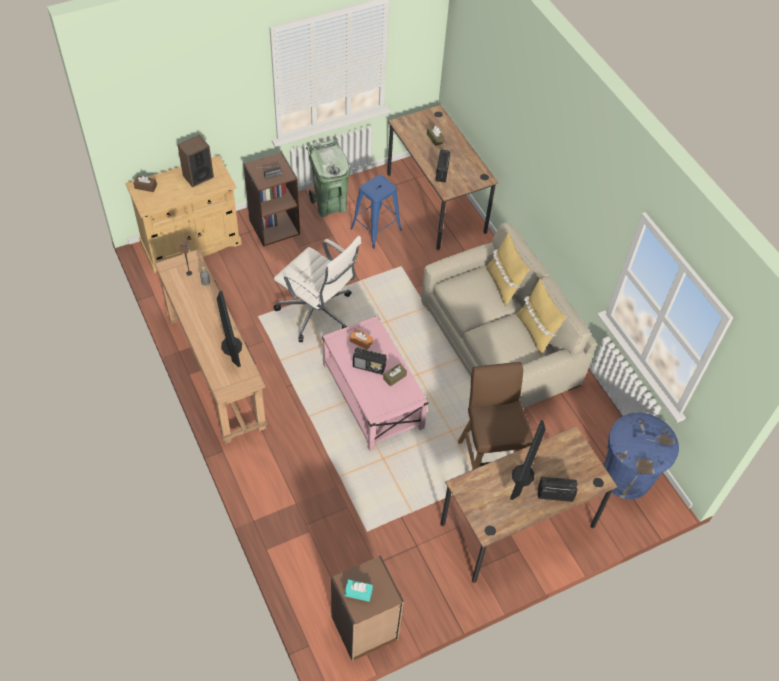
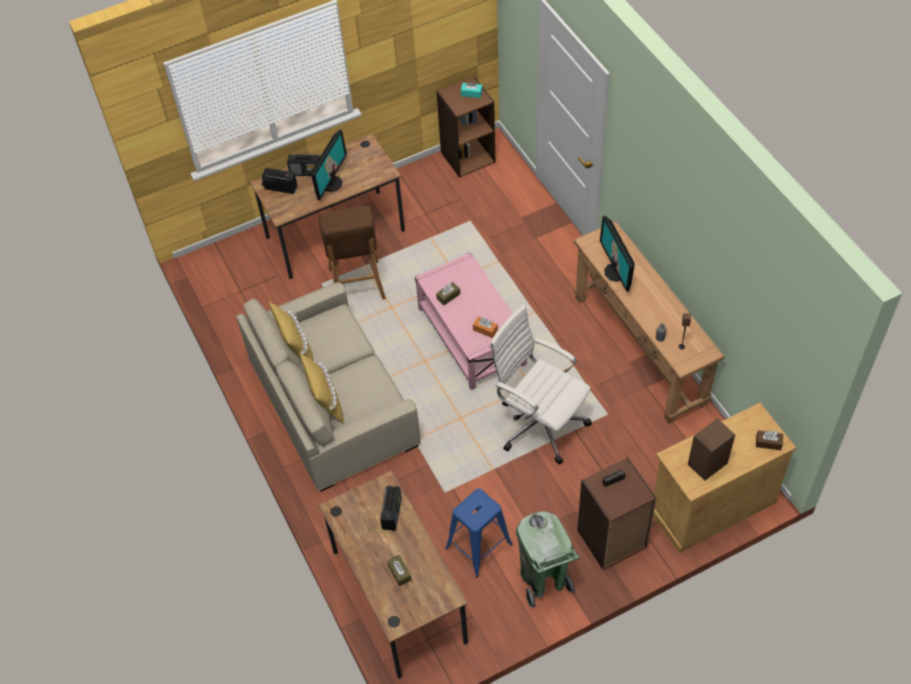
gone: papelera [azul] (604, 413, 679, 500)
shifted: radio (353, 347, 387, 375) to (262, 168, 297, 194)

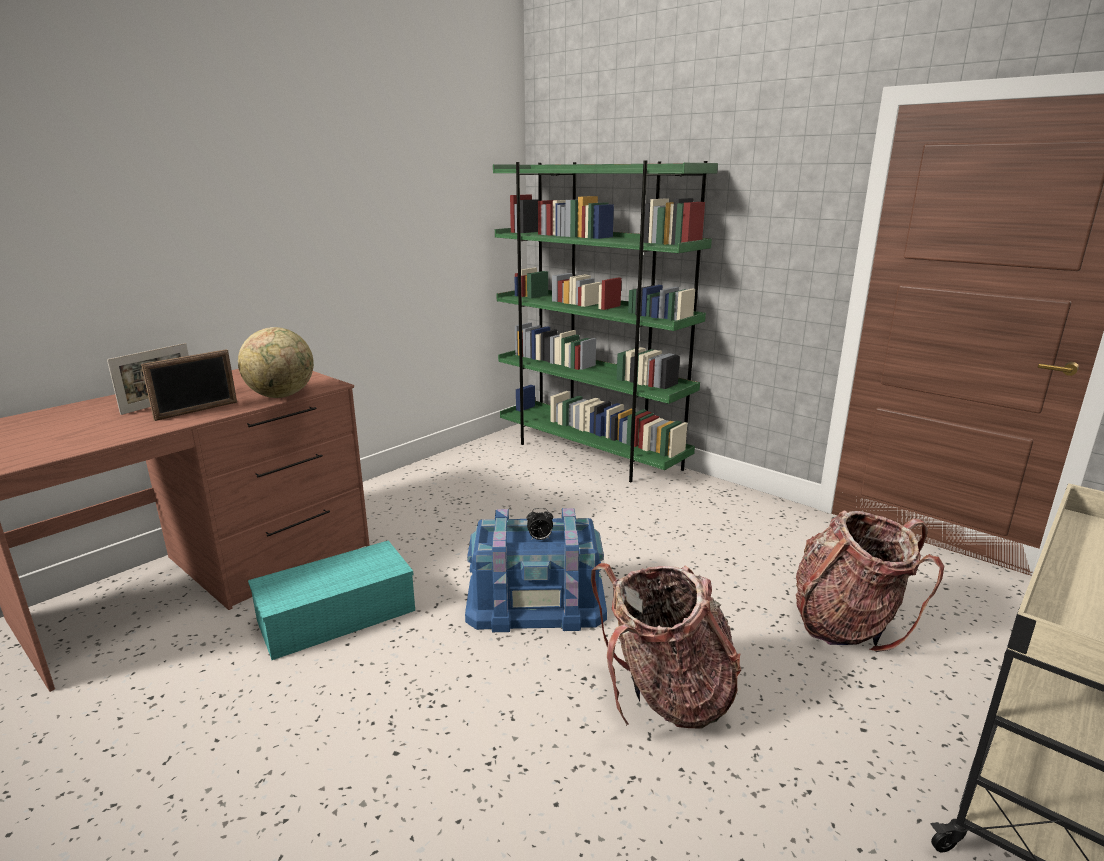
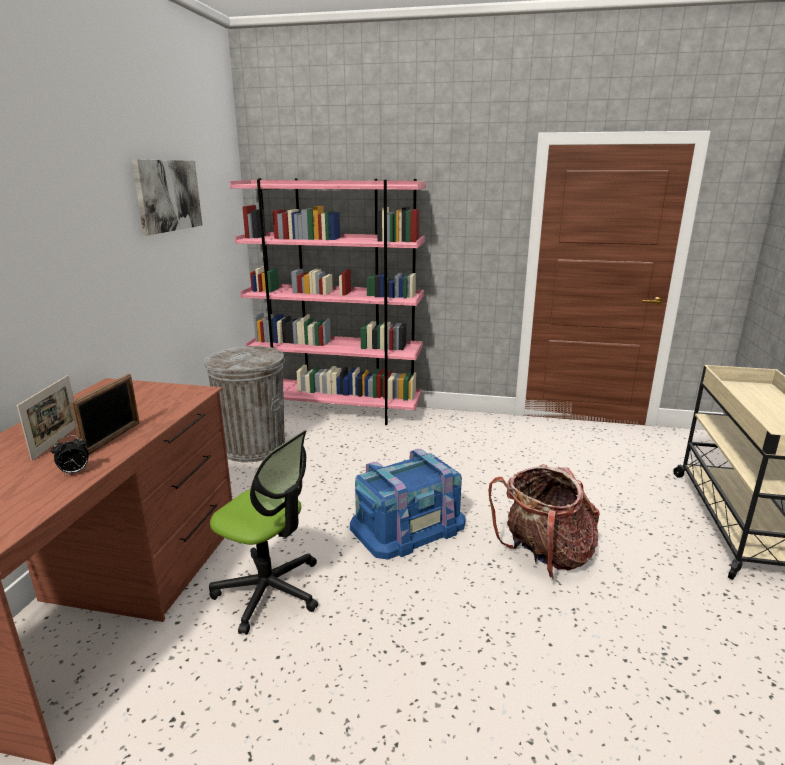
gone: globo terráqueo (238, 327, 314, 398); mochila (796, 510, 944, 652)
new: cuadro (132, 159, 202, 235); papelera [gris] (204, 346, 285, 462)
shifted: despertador (527, 508, 553, 540) to (51, 435, 89, 475)
swapped: caja de almacenaje [turquesa] (248, 540, 415, 660) to silla de oficina (209, 430, 318, 635)
repainted: estantería [verde] (493, 160, 718, 482) to estantería [rosa] (230, 178, 426, 425)

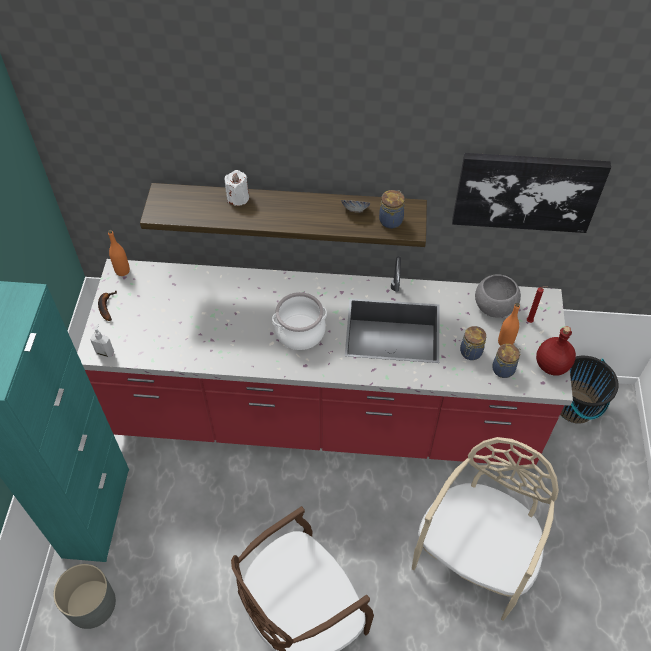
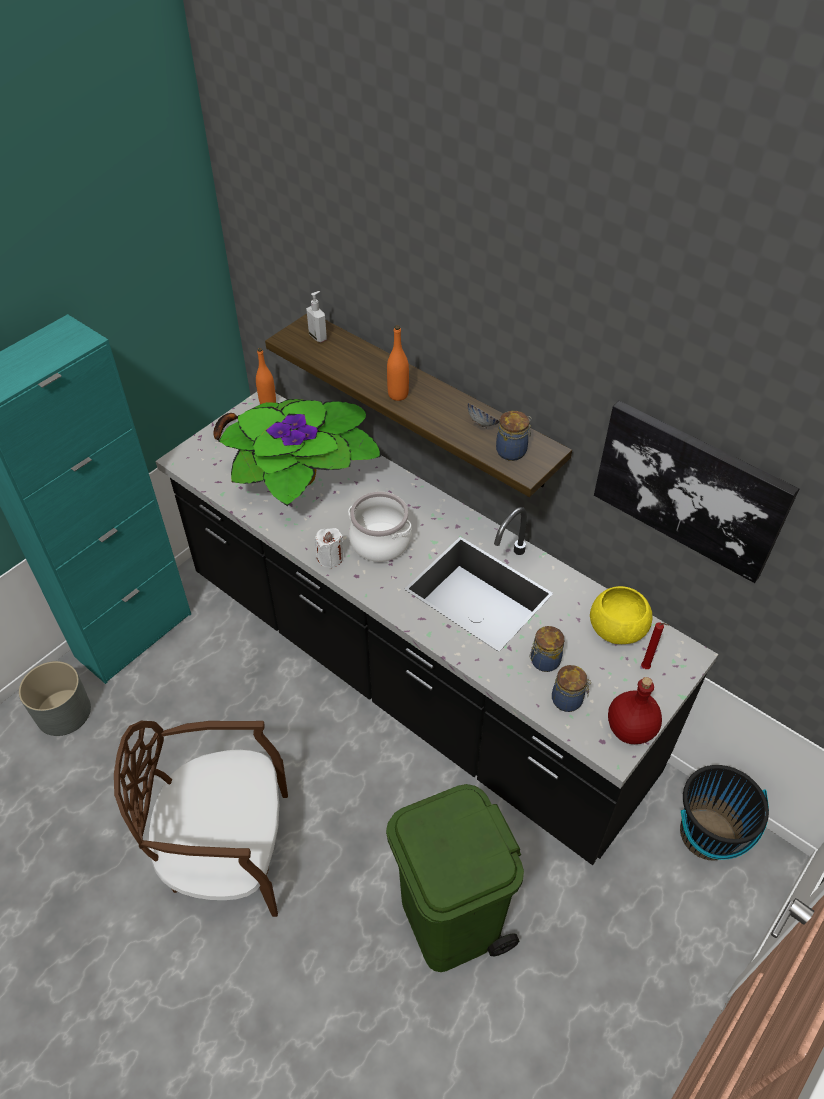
new: planta en maceta (218, 399, 381, 506)
shifted: dispensador de jabón (90, 324, 114, 357) to (306, 291, 327, 342); vela [blanco] (225, 170, 249, 206) to (315, 528, 343, 568); botella [naranja] (498, 303, 520, 346) to (387, 325, 409, 401)
swapped: silla [beis] (412, 437, 559, 621) to papelera [verde] (386, 784, 524, 972)
repainted: mueble bajo de cocina [rojo] (77, 256, 573, 465) to mueble bajo de cocina [negro] (155, 392, 718, 865); cuenco [gris] (475, 274, 521, 318) to cuenco [amarillo] (590, 586, 653, 644)

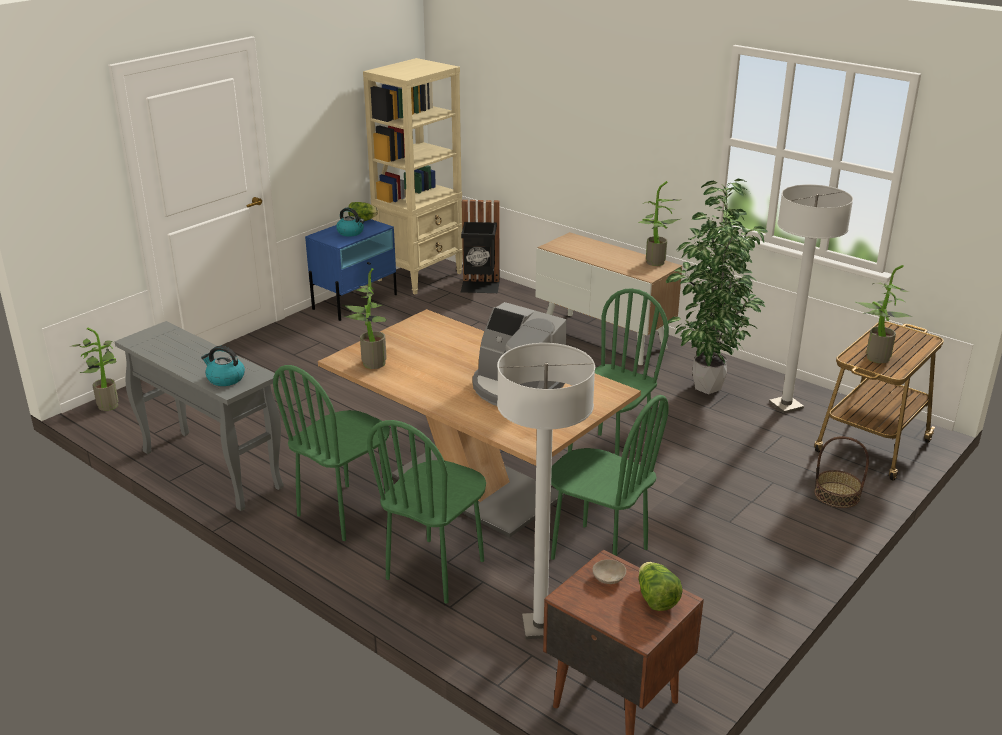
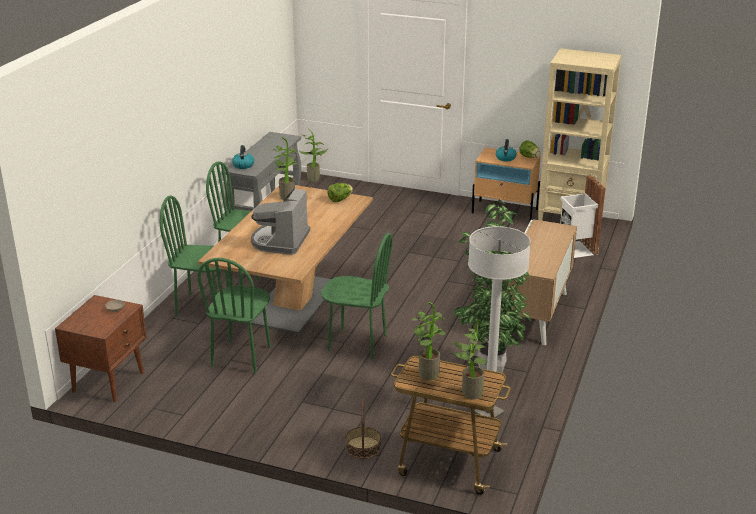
gone: lámpara de pie [blanco] (497, 343, 595, 639)
shifted: planta en maceta (639, 181, 682, 266) to (450, 319, 487, 399); lechuga (639, 562, 683, 611) to (327, 183, 353, 202)
repainted: mesita de noche [azul] (305, 219, 397, 321) to mesita de noche [beis] (472, 147, 541, 221); papelera [negro] (461, 200, 500, 293) to papelera [blanco] (560, 175, 605, 258)

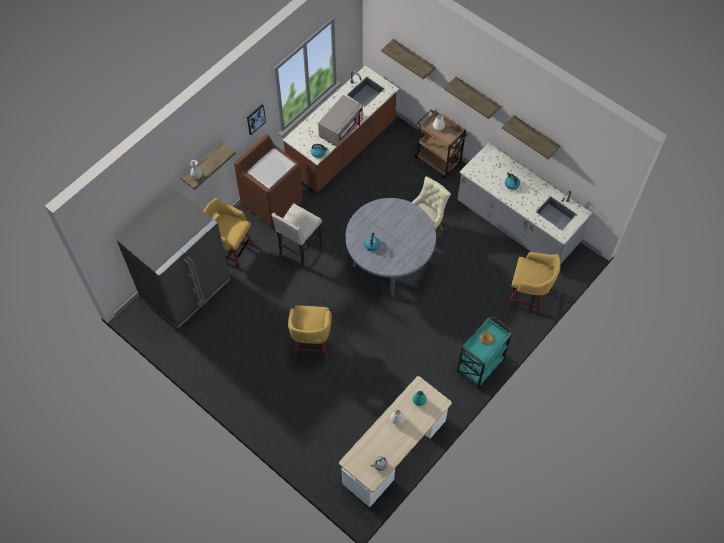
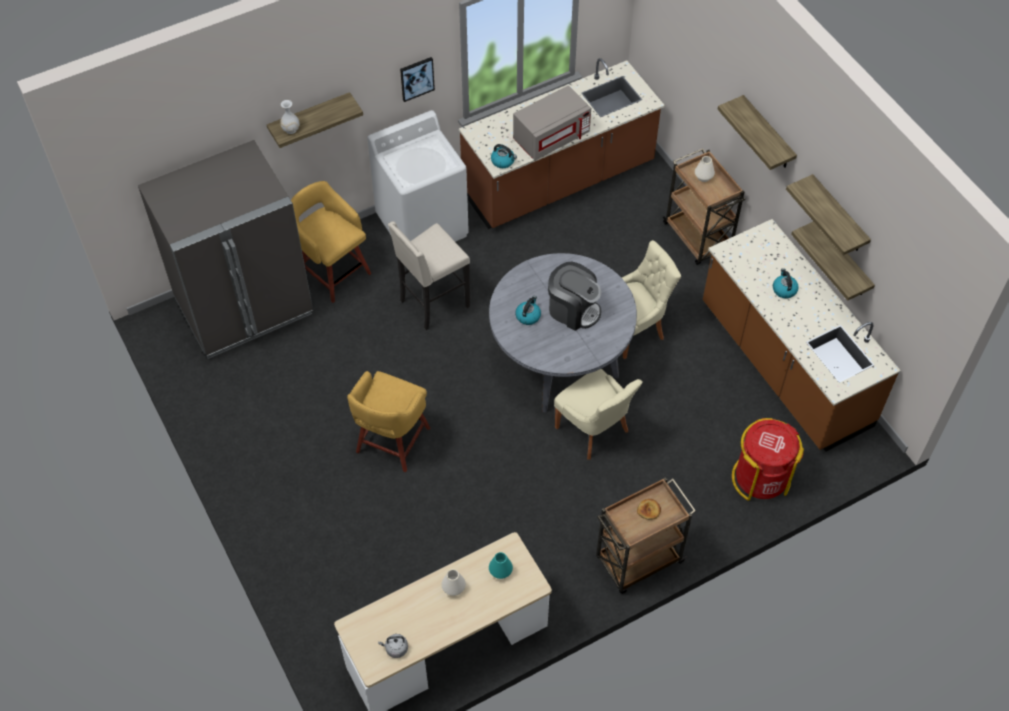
new: cafetera (548, 262, 601, 331); silla [beis] (554, 369, 643, 460)
shifted: estante (381, 39, 435, 80) to (791, 221, 875, 301)
swapped: taburete [amarillo] (507, 252, 561, 314) to papelera [rojo] (732, 418, 804, 501)
repainted: lavadora [marrón] (234, 134, 303, 228) to lavadora [blanco] (367, 110, 469, 242); carrito [turquesa] (457, 316, 513, 389) to carrito [marrón] (596, 477, 696, 594); mueble bajo de cocina [gris] (458, 143, 592, 267) to mueble bajo de cocina [marrón] (703, 219, 901, 452)

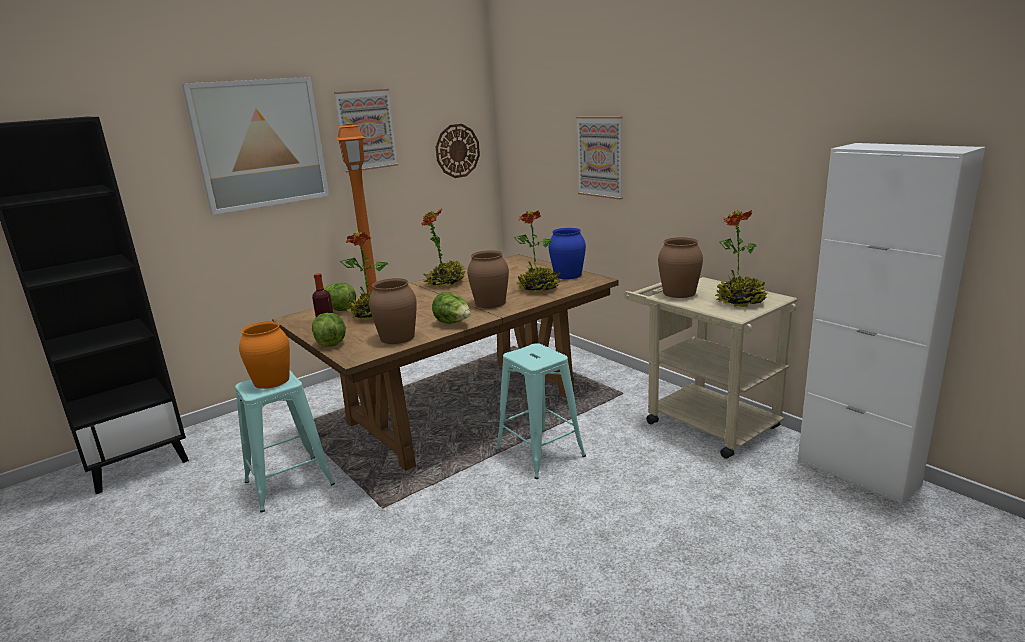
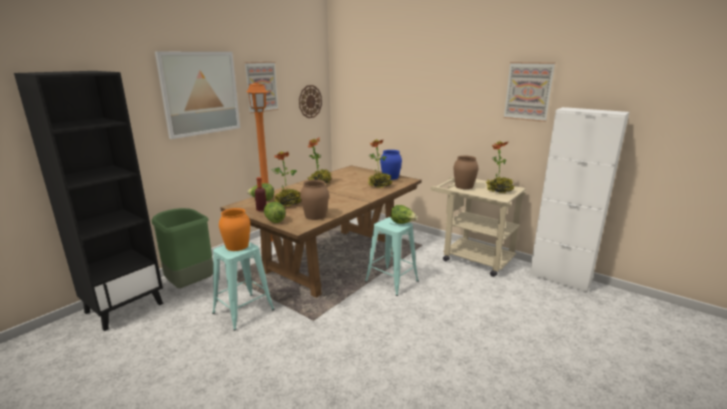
gone: florero [marrón] (467, 250, 509, 308)
new: papelera [verde] (151, 208, 213, 288)
shifted: lechuga (432, 292, 471, 324) to (391, 205, 417, 224); cuadro (576, 116, 623, 200) to (504, 62, 555, 122)

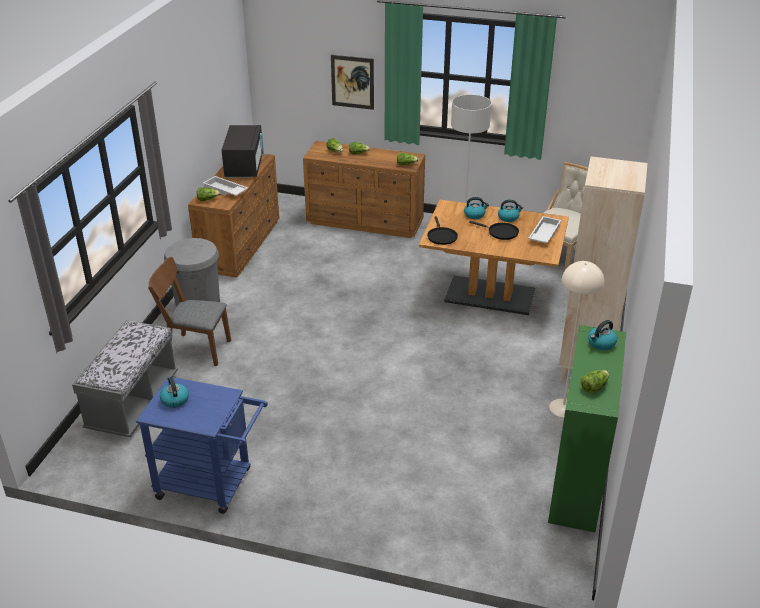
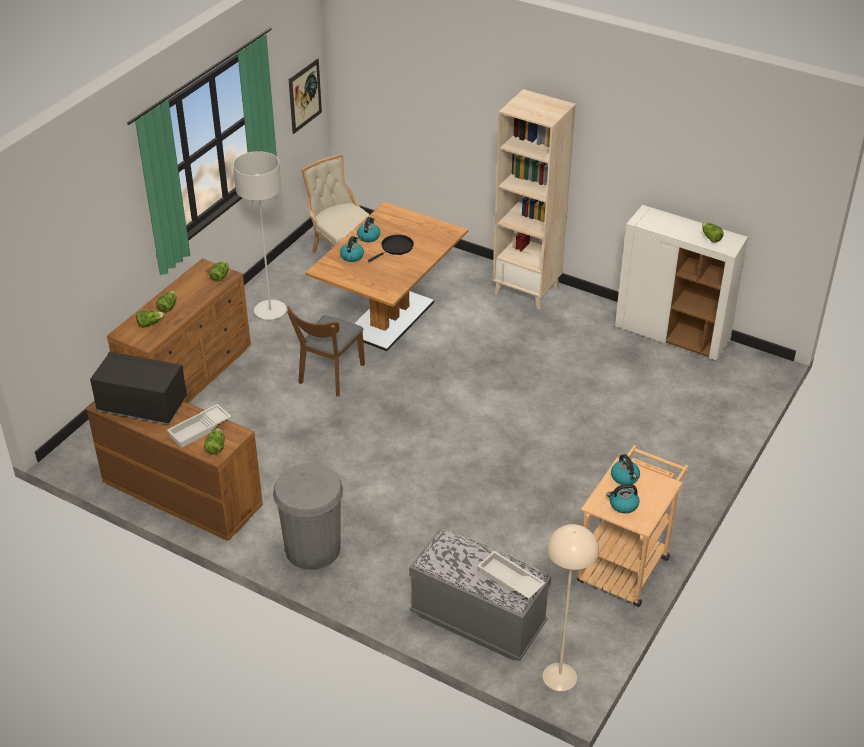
gone: sartén [negro] (427, 217, 458, 245)
shifted: silla [marrón] (148, 257, 231, 366) to (287, 306, 365, 396); cuadro (331, 55, 374, 110) to (289, 58, 322, 134); bandeja [blanco] (528, 216, 561, 243) to (477, 551, 545, 599); lámpara de pie [beis] (549, 261, 605, 417) to (543, 524, 599, 691); hervidor (588, 320, 617, 350) to (611, 454, 640, 485)
repainted: carrito [azul] (136, 376, 268, 514) to carrito [beis] (577, 445, 689, 607); armario [verde] (548, 325, 626, 532) to armario [blanco] (615, 205, 748, 361)

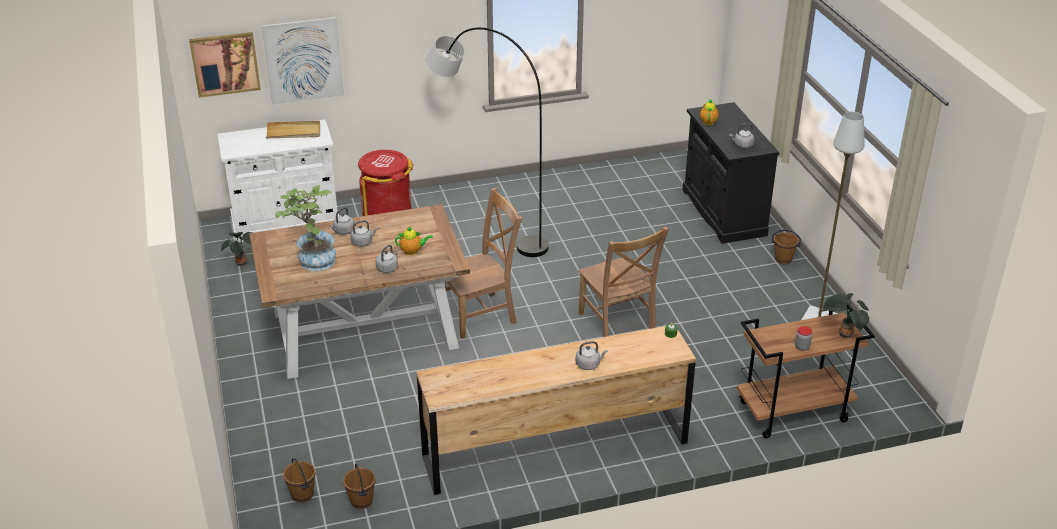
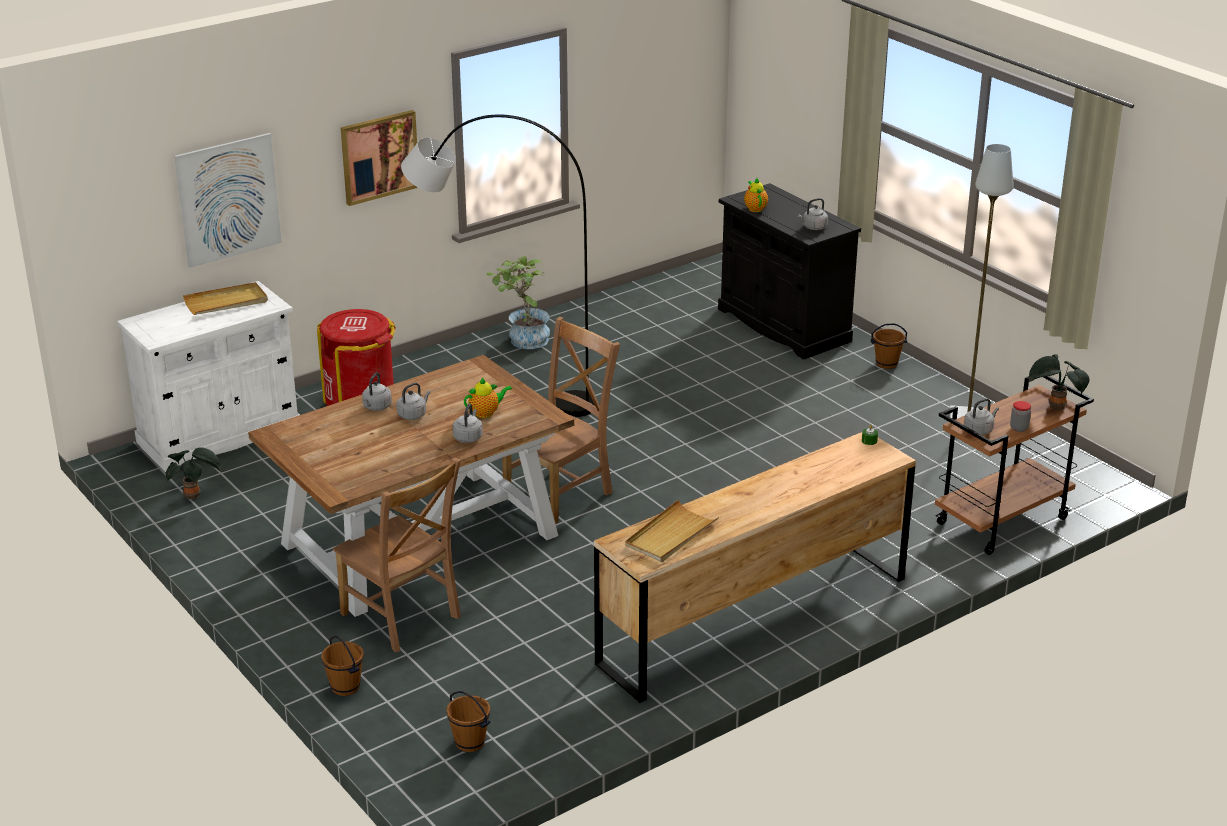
new: bandeja [beis] (625, 500, 719, 562)
shifted: cuadro (189, 32, 261, 98) to (341, 110, 418, 206); planta en maceta (275, 185, 336, 271) to (486, 256, 550, 349); cubo [marrón] (343, 464, 376, 509) to (321, 636, 364, 696); hervidor [gris] (576, 341, 608, 370) to (964, 398, 999, 435); silla [marrón] (579, 226, 669, 337) to (333, 458, 461, 653)

